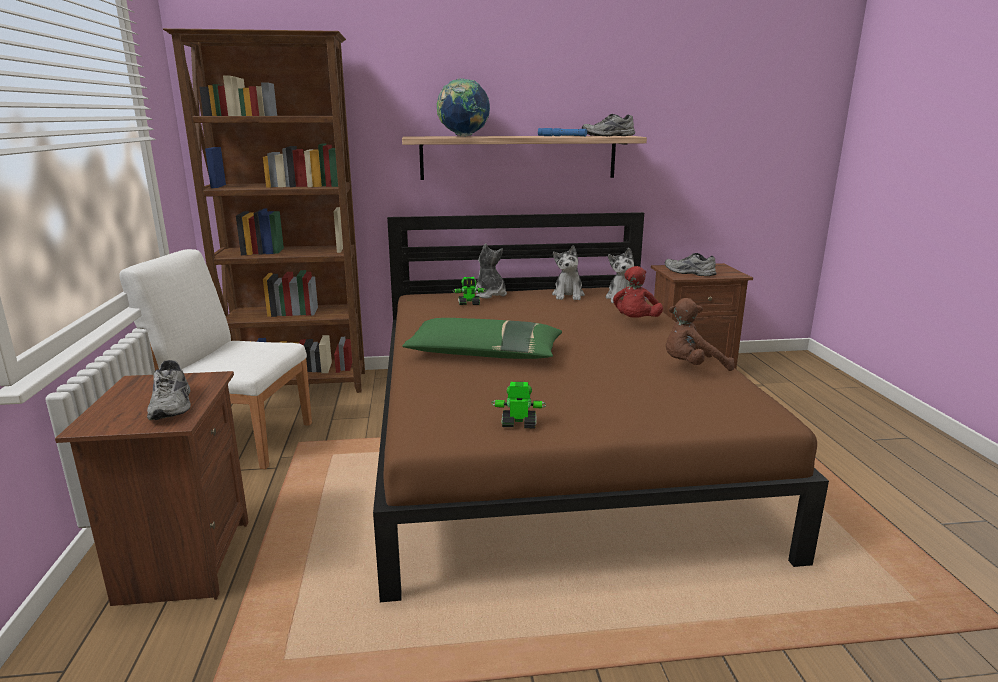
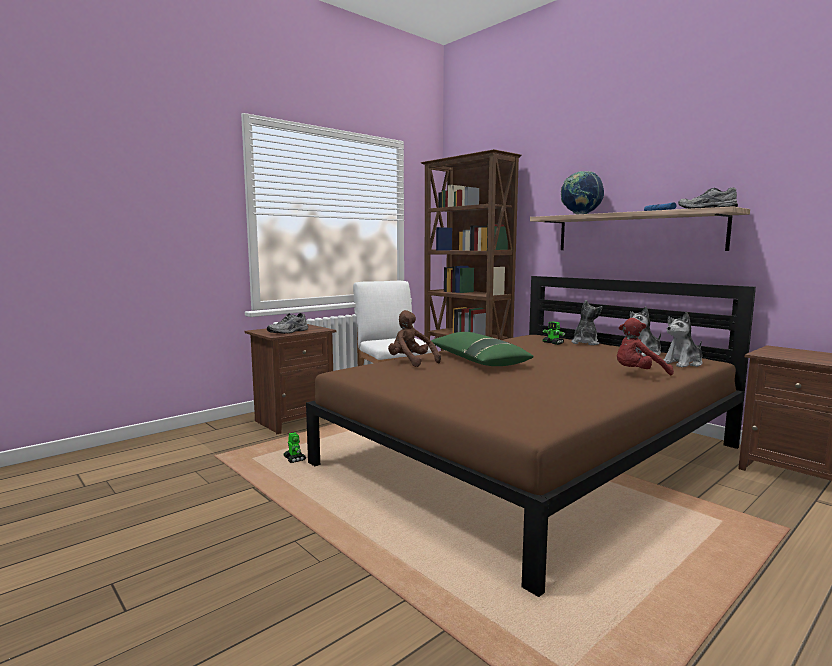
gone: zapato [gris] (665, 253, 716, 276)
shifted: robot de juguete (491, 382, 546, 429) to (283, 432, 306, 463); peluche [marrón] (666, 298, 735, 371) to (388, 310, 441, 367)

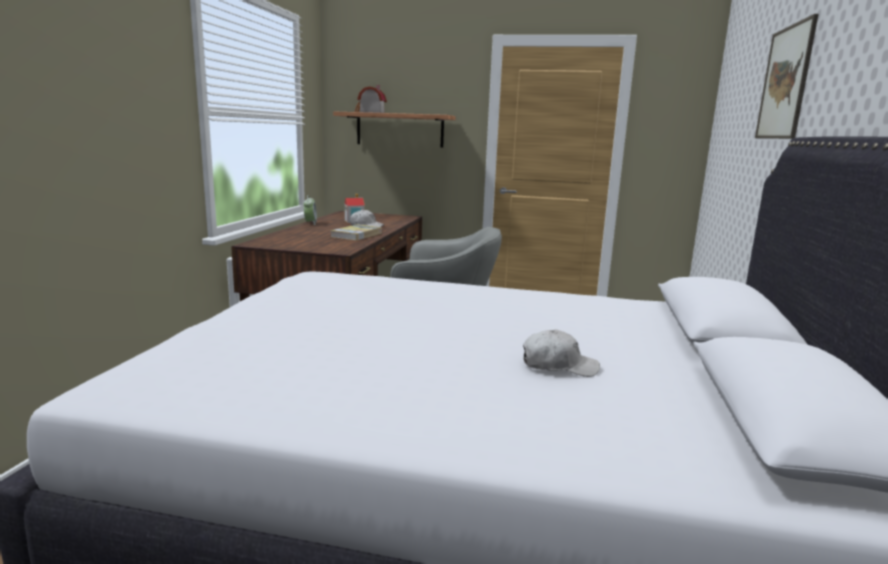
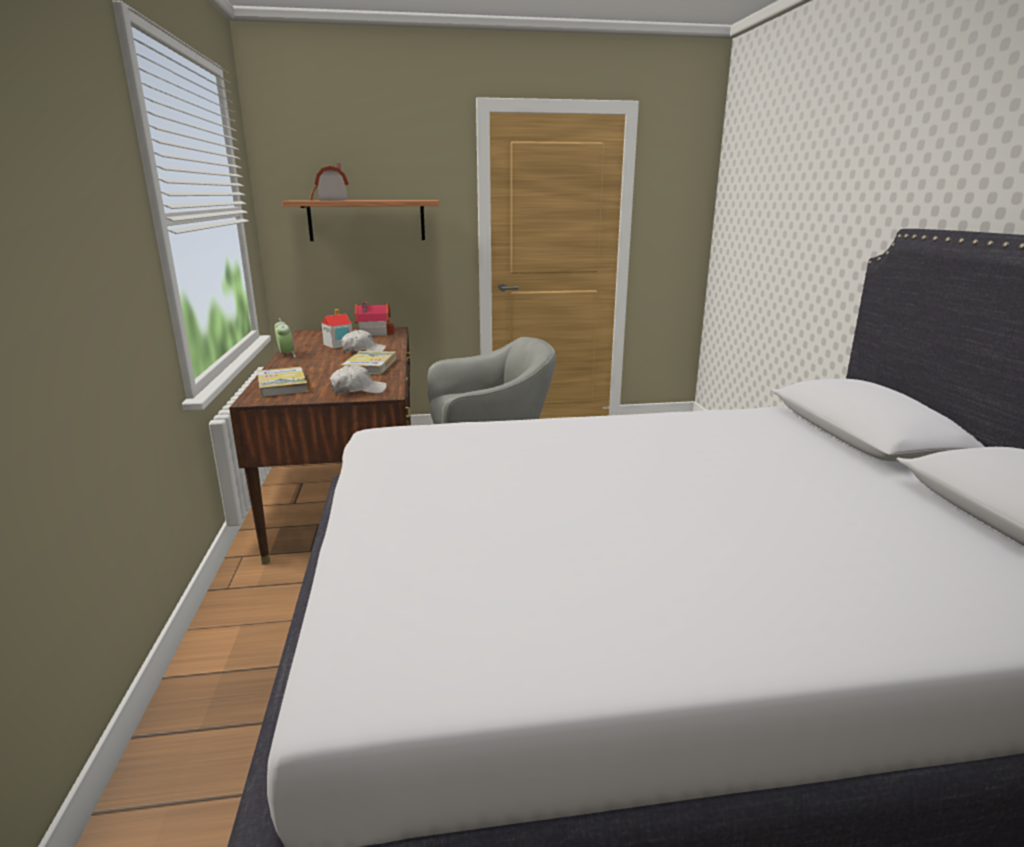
gone: cuadro (755, 14, 819, 139)
new: libro (257, 367, 308, 397); casita (355, 303, 394, 337)
shifted: gorra [blanco] (523, 330, 600, 377) to (330, 365, 387, 394)

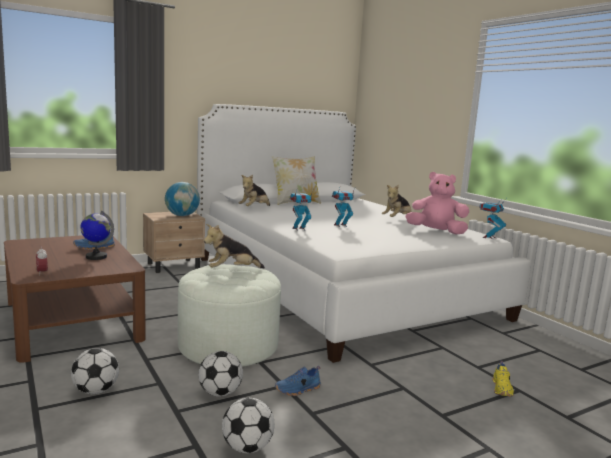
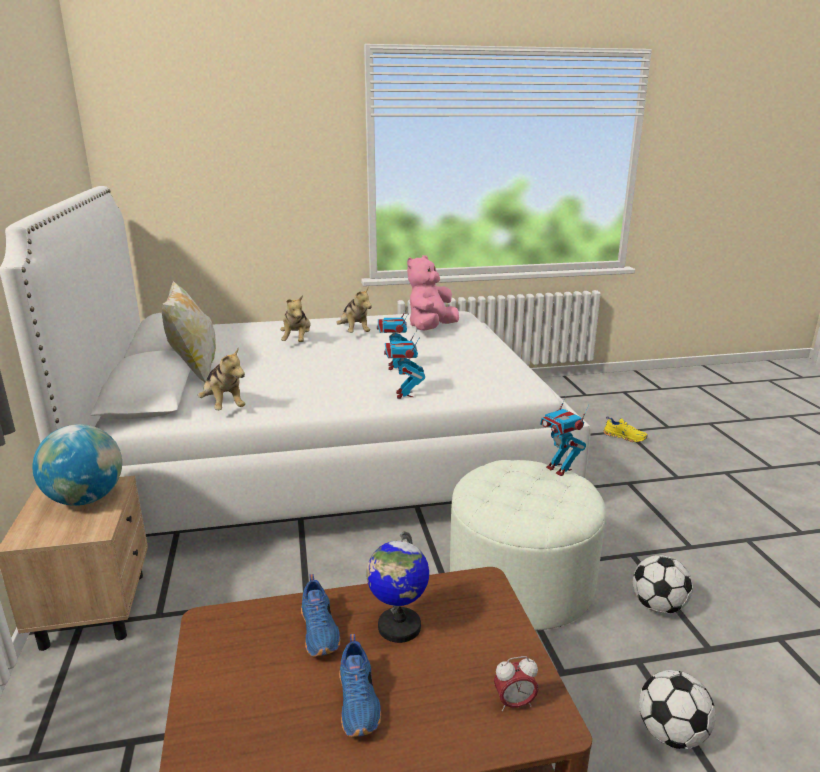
gone: balón de fútbol (222, 398, 275, 453)
shifted: peluche (204, 224, 265, 268) to (280, 295, 311, 342); zapato [azul] (275, 366, 321, 396) to (339, 634, 381, 737); robot de juguete (479, 199, 506, 239) to (540, 395, 589, 476)

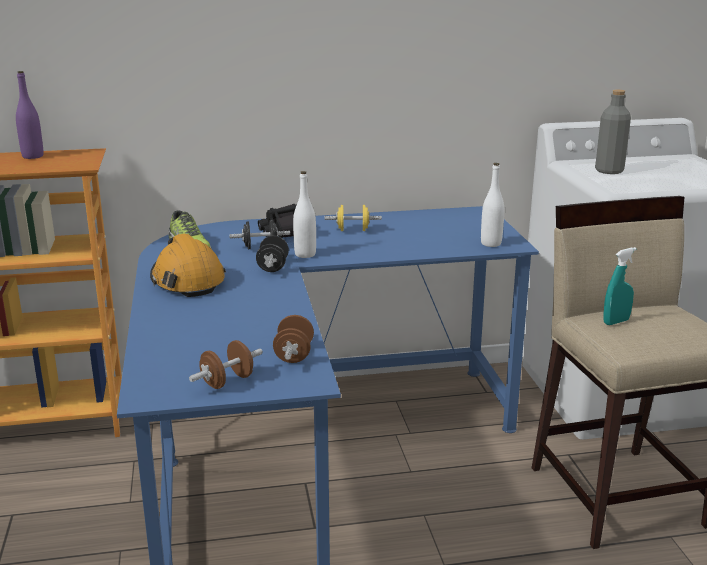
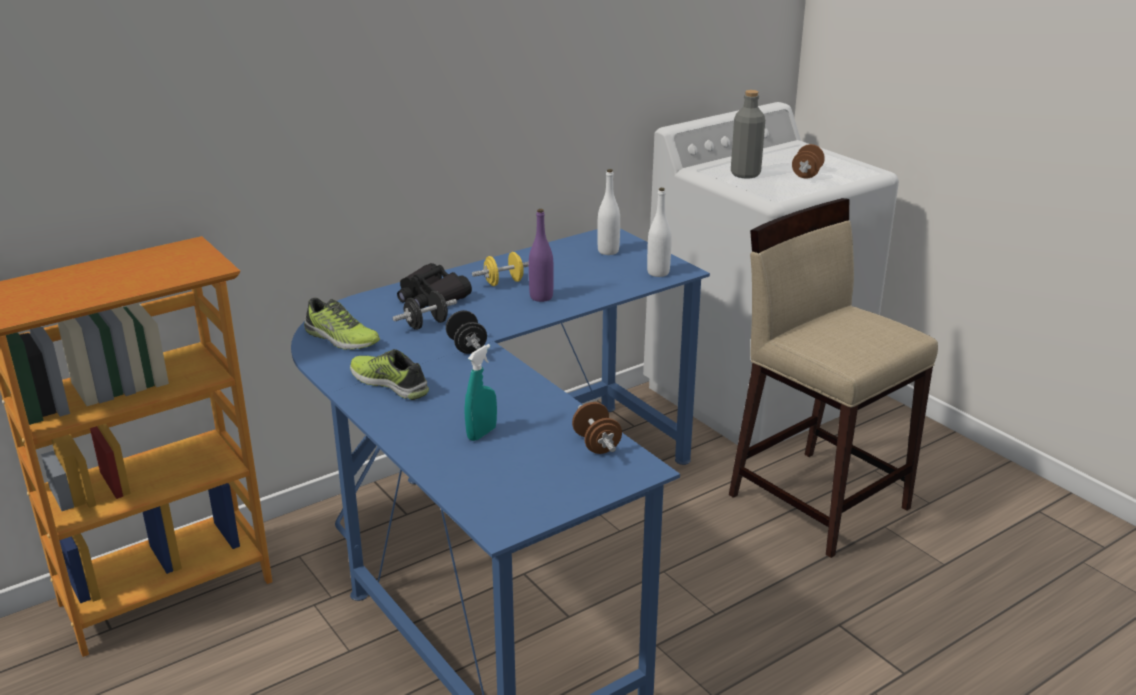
shifted: botella [morado] (16, 71, 43, 159) to (529, 209, 554, 302); mancuerna [marrón] (189, 340, 263, 389) to (792, 144, 825, 179); botella [blanco] (293, 171, 316, 258) to (597, 169, 620, 255); pulverizador [turquesa] (603, 247, 636, 325) to (465, 344, 497, 441)
swapped: casco [naranja] (150, 234, 226, 297) to zapato (350, 349, 429, 400)

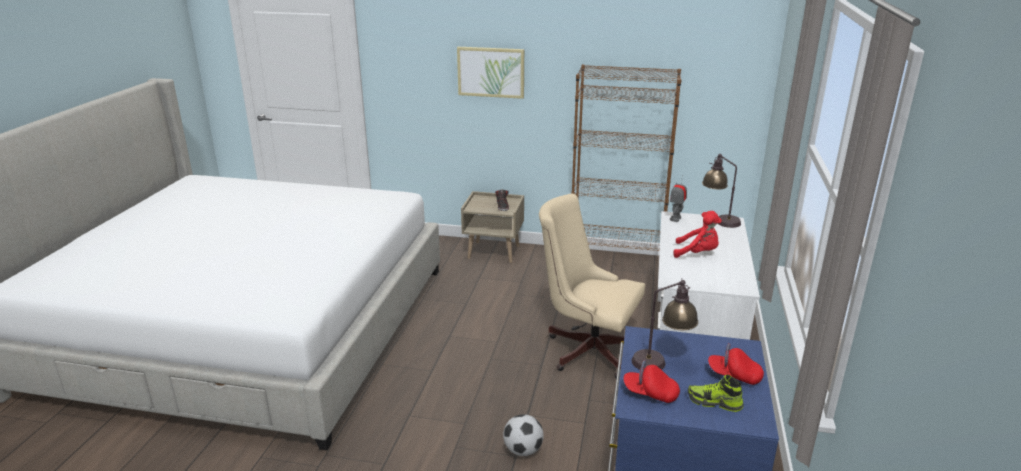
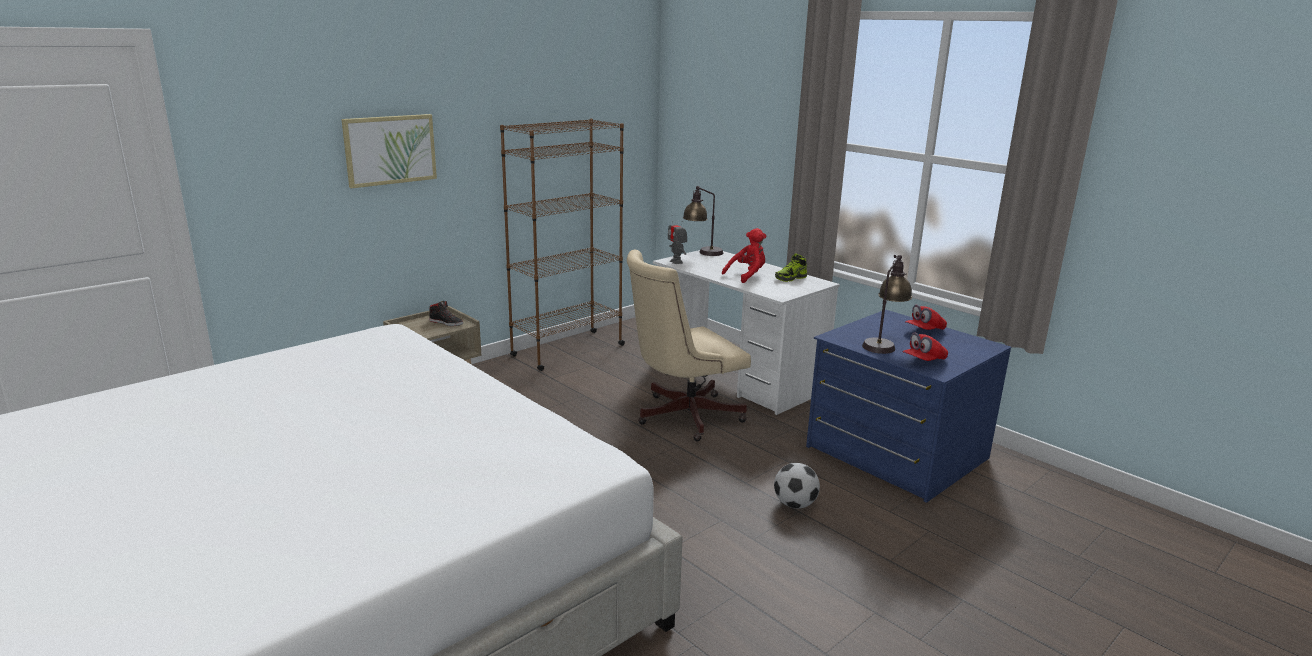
shifted: zapato (688, 375, 744, 412) to (775, 253, 807, 282)

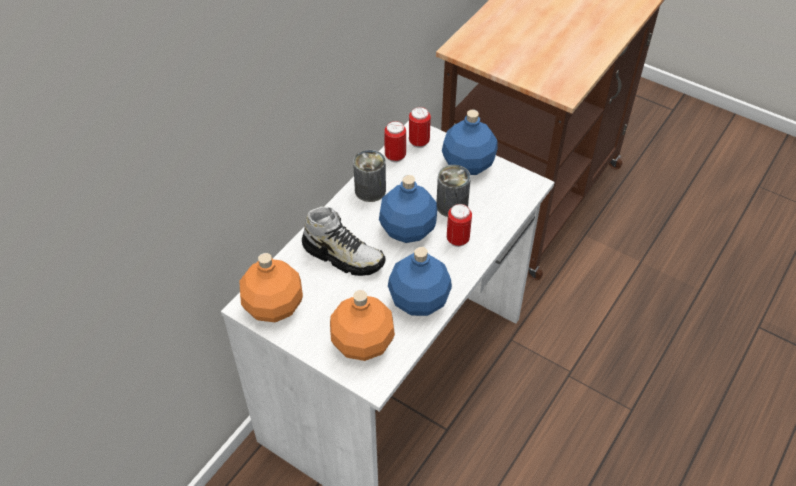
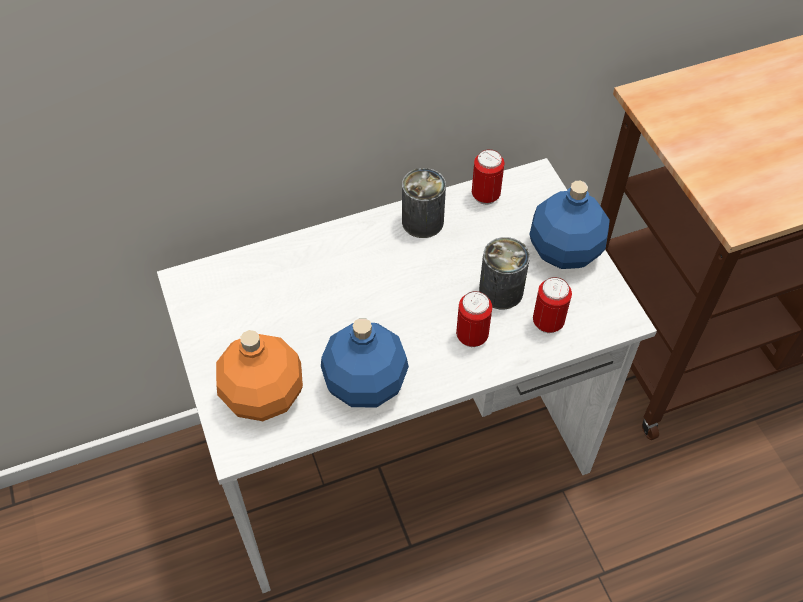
gone: botella [naranja] (239, 253, 303, 322); zapato (302, 207, 386, 276); botella [azul] (379, 175, 437, 243)
shifted: lata (409, 107, 431, 148) to (533, 277, 572, 333)

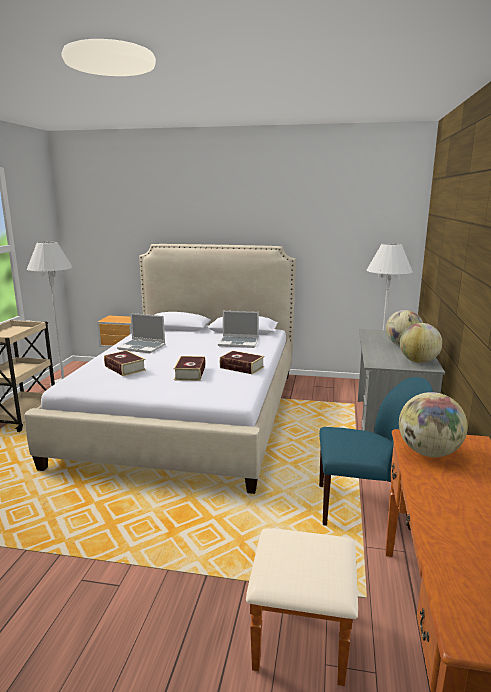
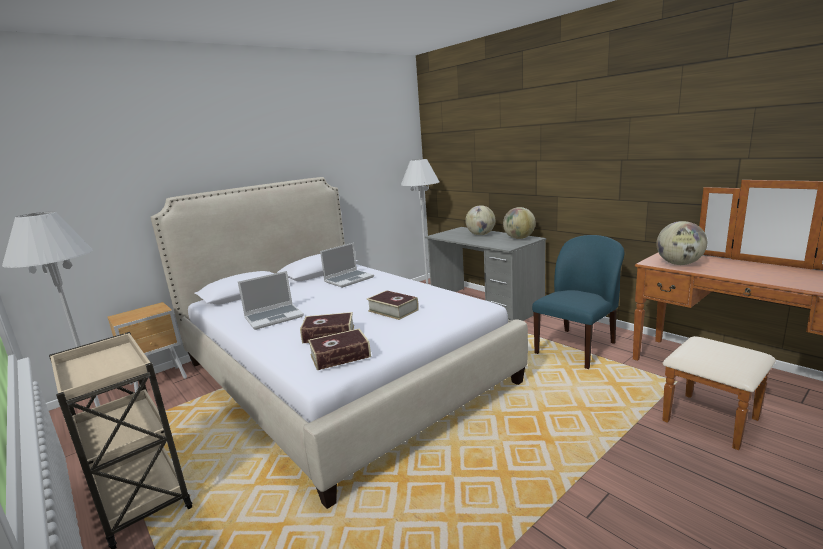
shifted: libro (220, 350, 264, 374) to (308, 328, 371, 370)

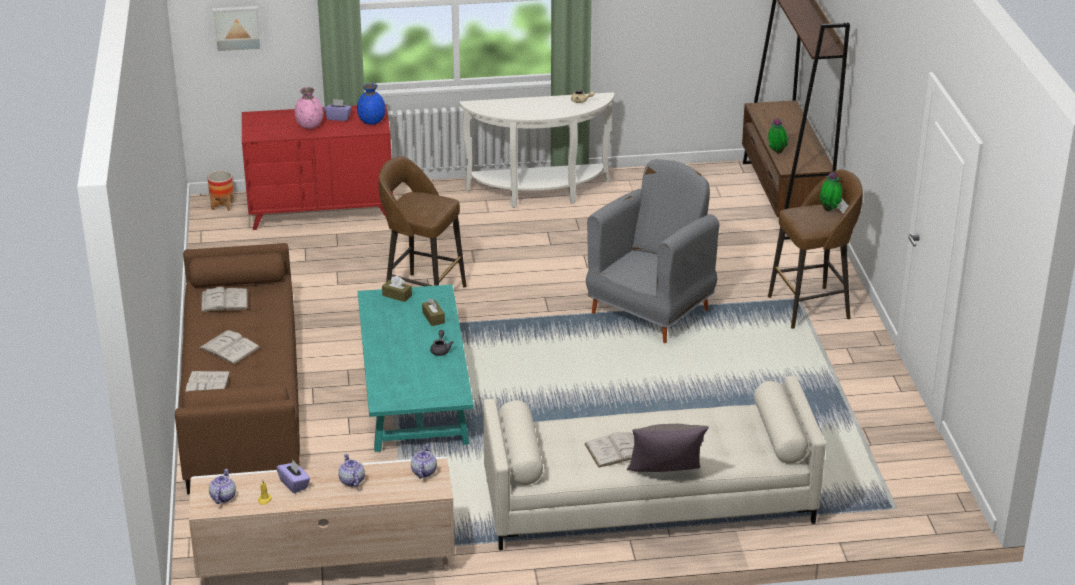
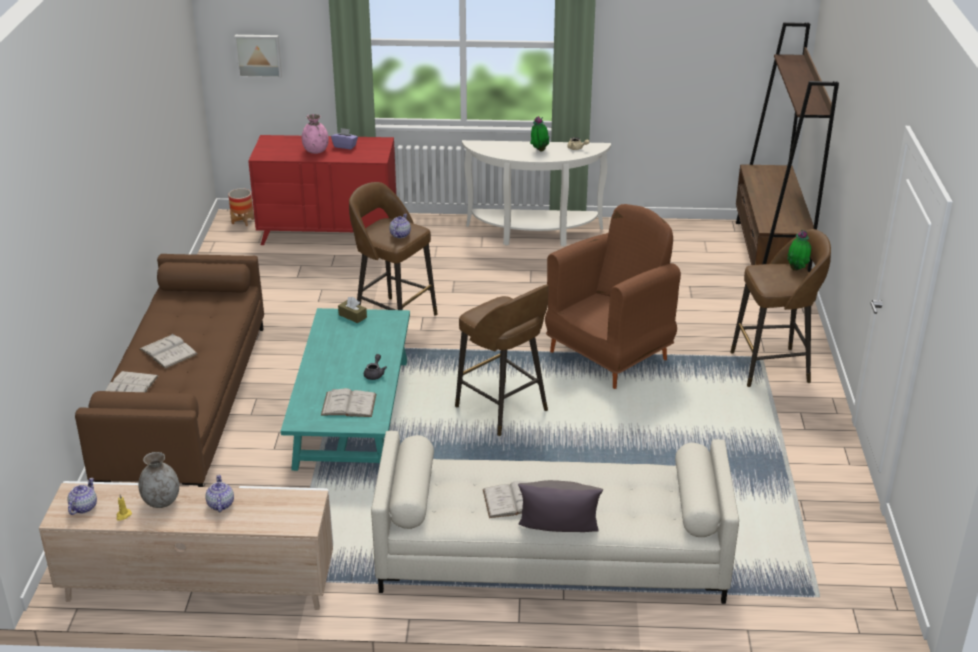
gone: florero [azul] (357, 83, 386, 125); caja de pañuelos [marrón] (422, 298, 445, 326)
new: taburete [marrón] (455, 285, 548, 436)
shifted: libro [blanco] (200, 287, 248, 312) to (321, 388, 376, 417); tetera (411, 444, 437, 479) to (389, 214, 411, 238); planta en maceta (768, 118, 789, 154) to (530, 116, 550, 151)
swapped: caja de pañuelos [morado] (277, 460, 310, 493) to florero [gris] (138, 452, 179, 508)
repainted: sillón [gris] (586, 159, 719, 343) to sillón [marrón] (545, 204, 681, 389)

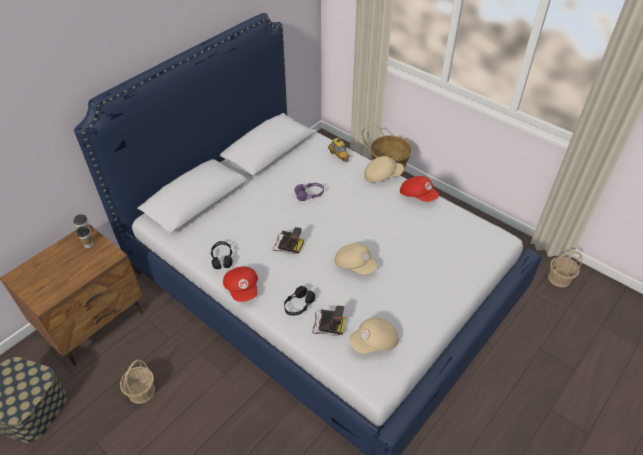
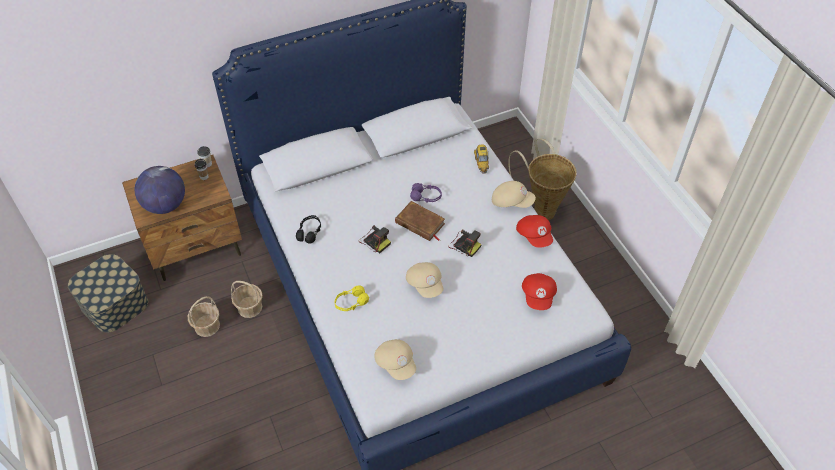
new: globo terráqueo (135, 166, 185, 214); libro [marrón] (395, 201, 445, 241)
shifted: gorra [rojo] (223, 267, 258, 302) to (522, 273, 557, 310); cámara (312, 306, 346, 336) to (448, 230, 482, 257); cesta (548, 251, 582, 287) to (231, 281, 263, 318)
repainted: auriculares [negro] (284, 286, 315, 316) to auriculares [amarillo] (335, 285, 369, 311)
rotated: gorra [beis] (349, 318, 398, 354) = (375, 339, 416, 380) 120 degrees counterclockwise

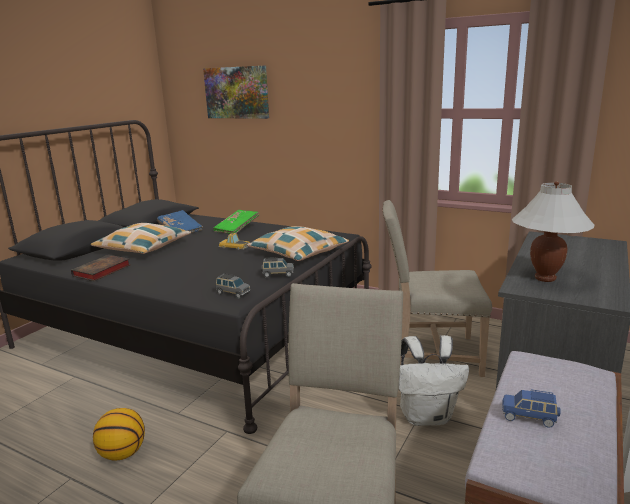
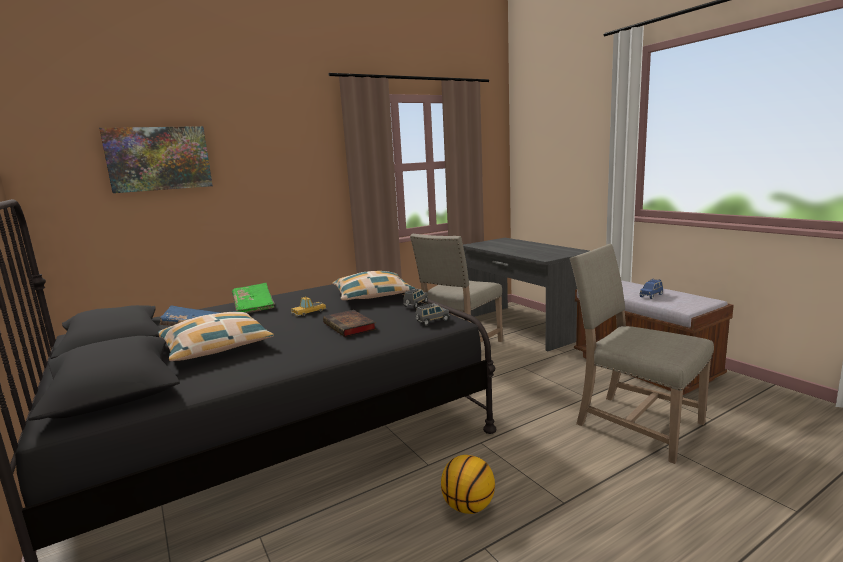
gone: mochila [blanco] (398, 335, 469, 426); lámpara de mesa [blanco] (512, 181, 595, 282)
shifted: libro (71, 255, 131, 281) to (323, 310, 377, 337)

